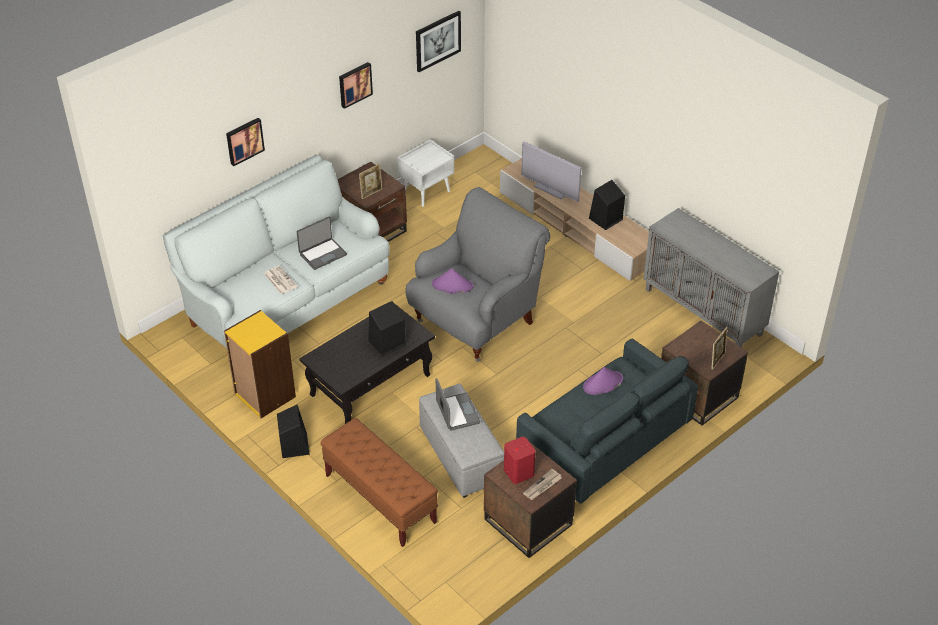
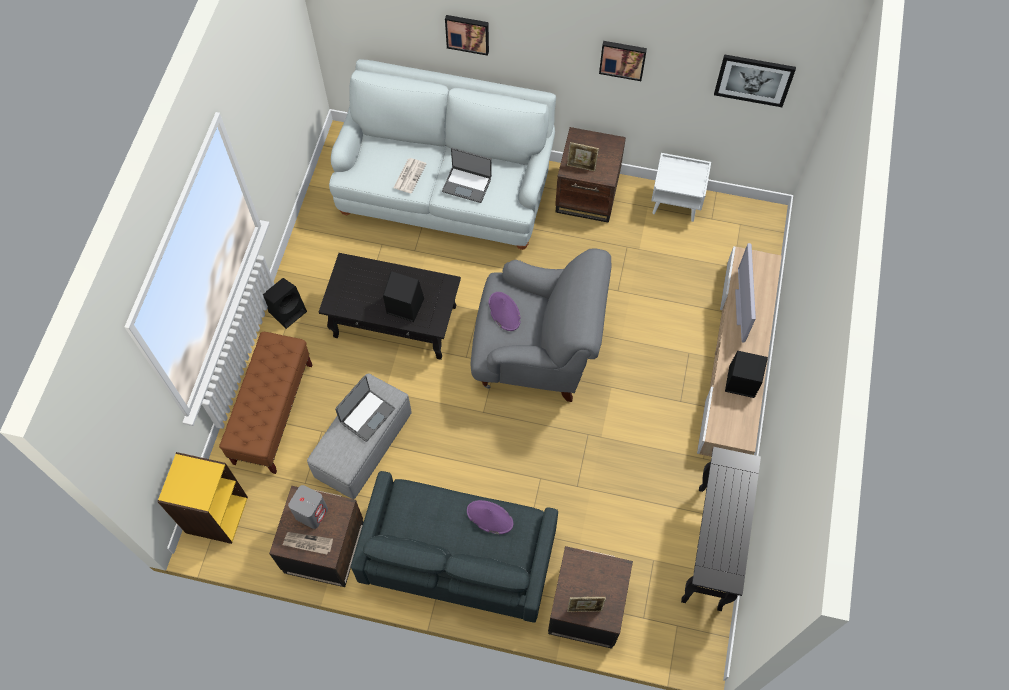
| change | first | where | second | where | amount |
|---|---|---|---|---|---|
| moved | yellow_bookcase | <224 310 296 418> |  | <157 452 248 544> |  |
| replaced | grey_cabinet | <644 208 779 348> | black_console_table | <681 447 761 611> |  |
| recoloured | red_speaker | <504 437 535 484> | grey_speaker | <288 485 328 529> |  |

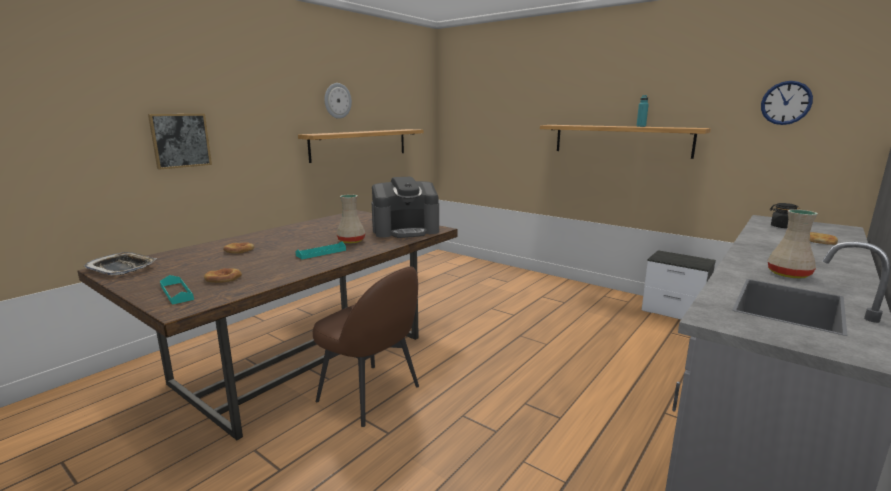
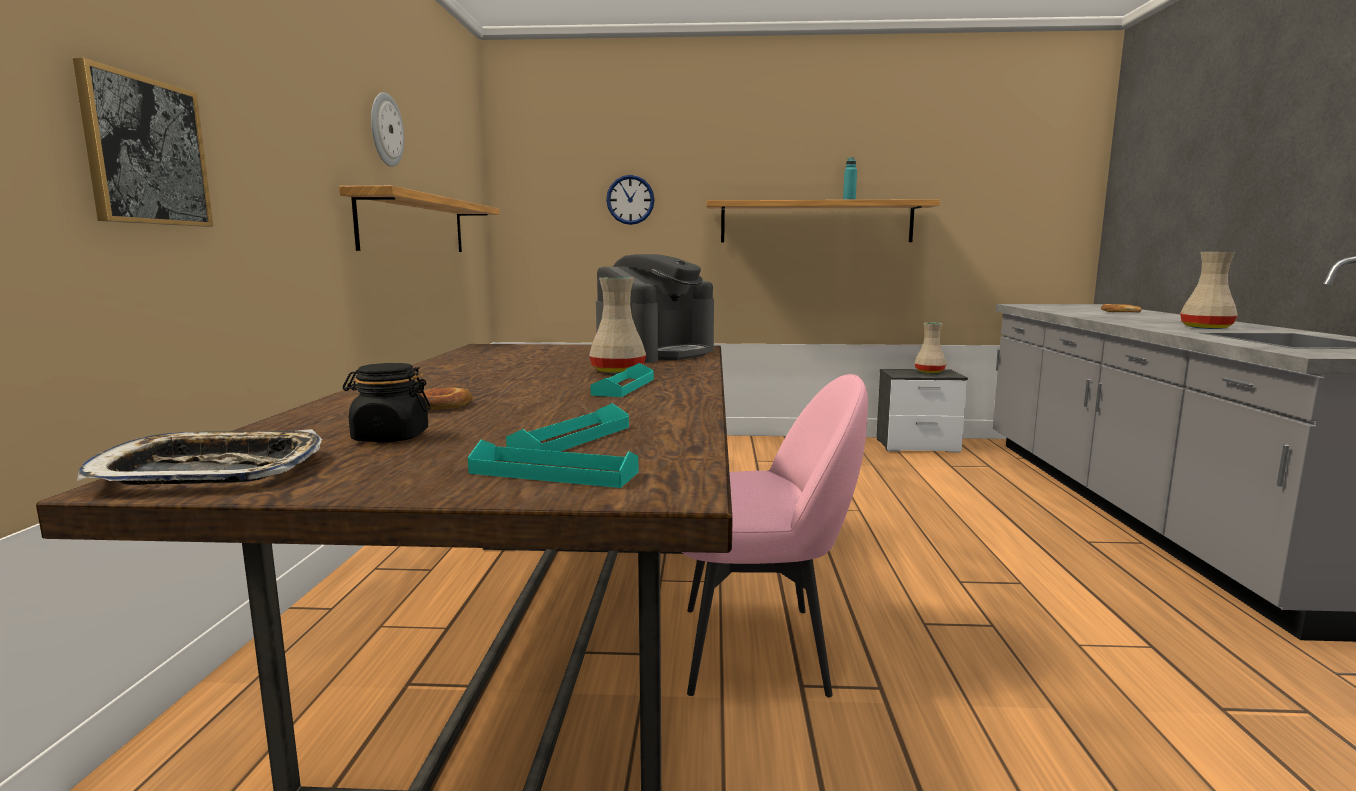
| change | first | where | second | where | amount |
|---|---|---|---|---|---|
| added |  |  | beige_vase | <914 322 946 373> |  |
| moved | wall_clock | <761 81 813 125> |  | <606 175 654 225> |  |
| moved | black_jar | <770 203 800 228> |  | <343 363 431 443> |  |
| replaced | bread | <204 268 242 283> | turquoise_tray | <506 403 629 452> |  |
| recoloured | brown_chair | <313 267 419 427> | pink_chair | <682 374 868 697> |  |

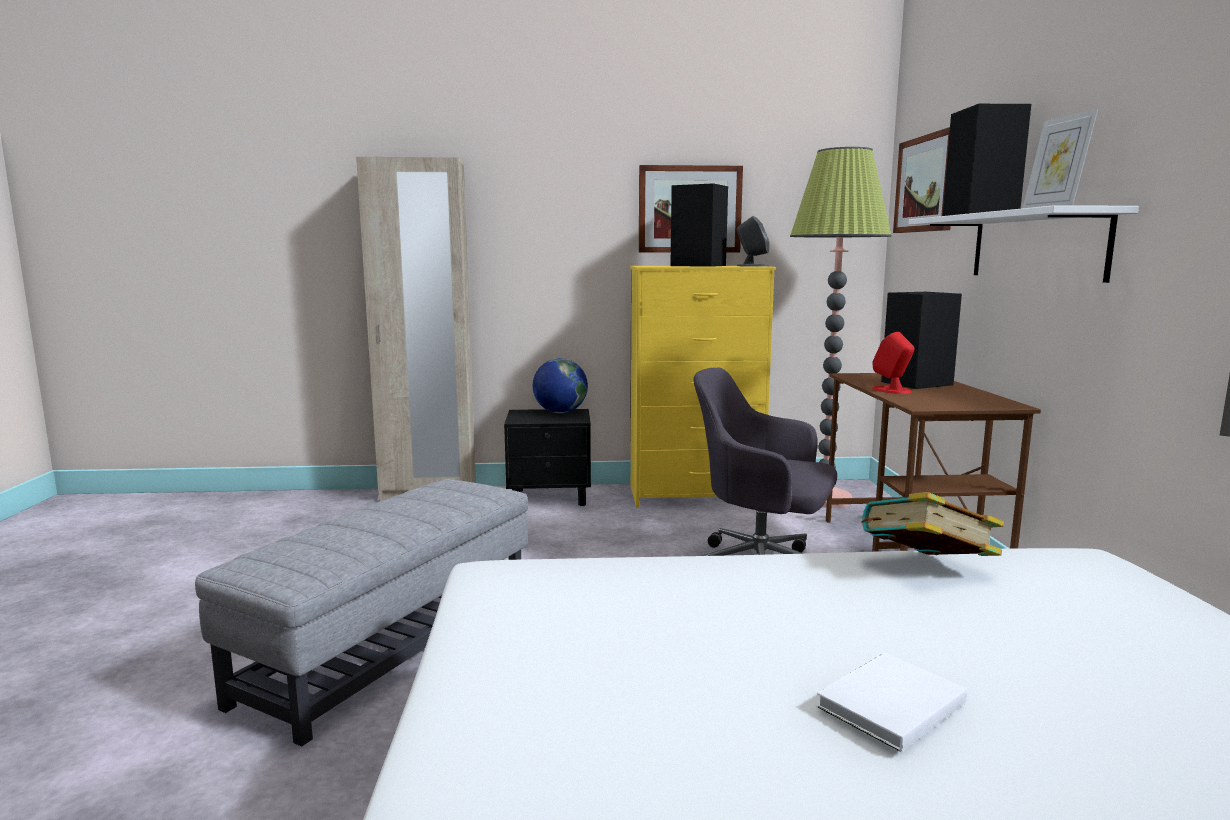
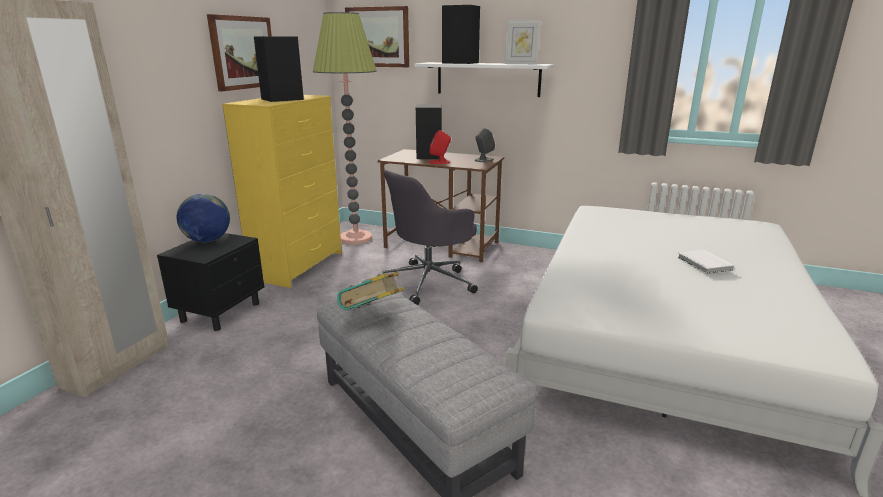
| change | first | where | second | where | amount |
|---|---|---|---|---|---|
| moved | grey_speaker | <737 216 770 267> |  | <475 128 495 162> |  |
| moved | book | <861 492 1004 556> |  | <337 272 404 311> |  |

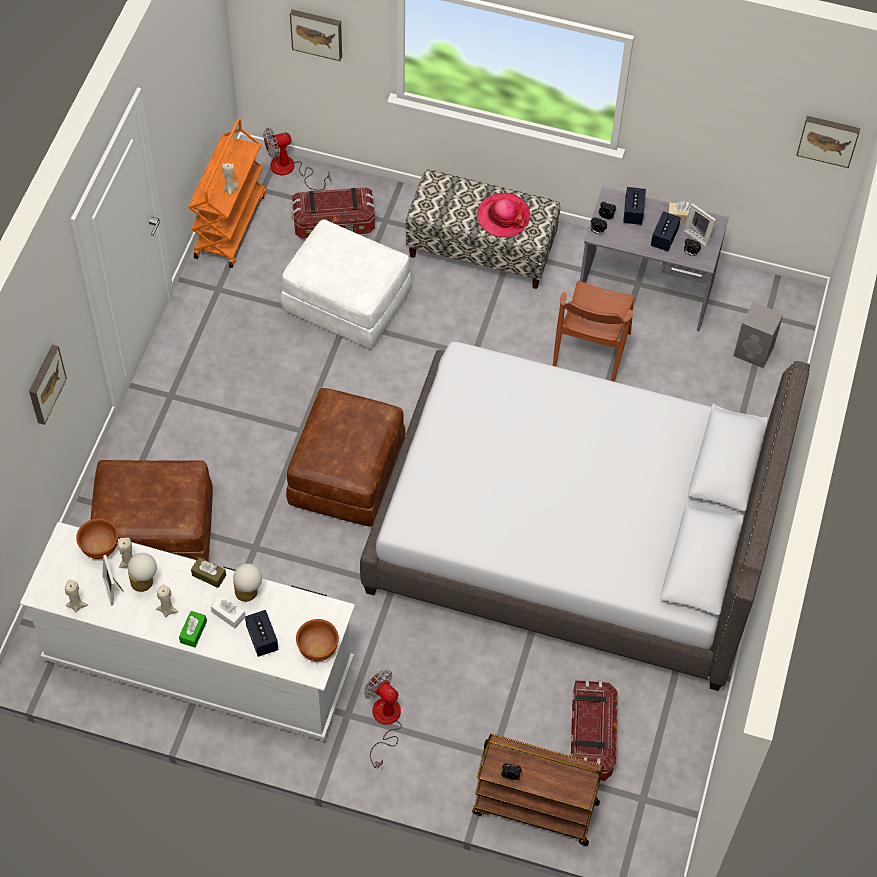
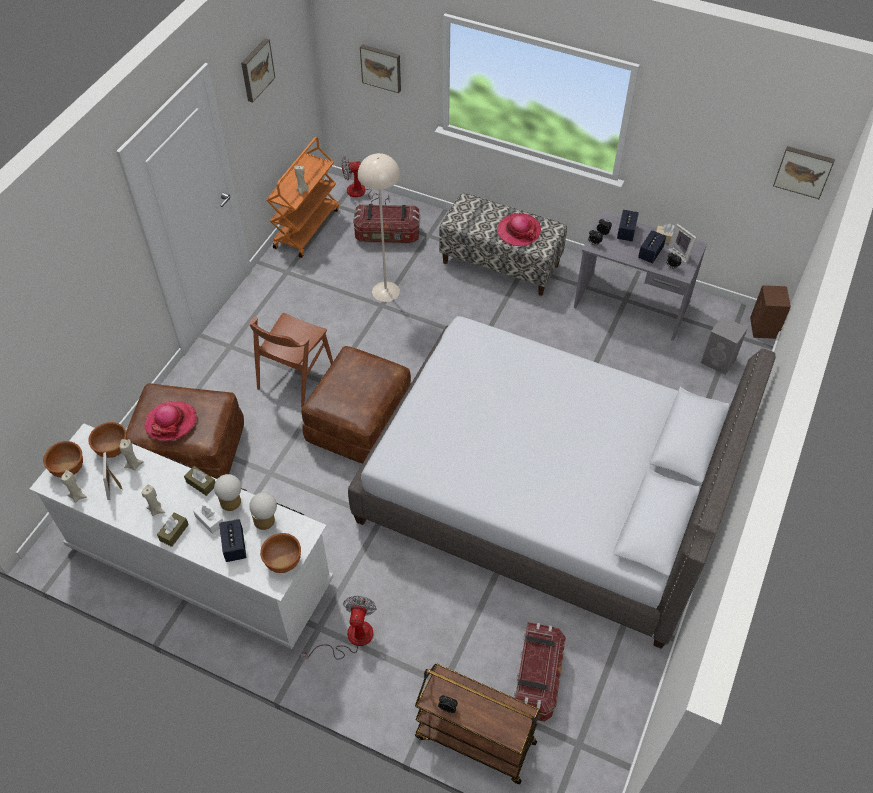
| change | first | where | second | where | amount |
|---|---|---|---|---|---|
| added |  |  | brown_bowl | <43 441 83 478> |  |
| added |  |  | hat | <144 401 197 441> |  |
| added |  |  | brown_speaker | <750 285 791 339> |  |
| moved | picture | <29 345 67 425> |  | <241 38 275 102> |  |
| moved | table_lamp | <128 553 157 592> |  | <249 492 277 530> |  |
| moved | brown_chair | <553 281 635 382> |  | <250 313 333 407> |  |
| replaced | white_ottoman | <281 219 412 349> | beige_floor_lamp | <358 153 400 302> |  |
| recoloured | green_tissue_box | <179 611 207 647> | brown_tissue_box | <157 513 189 547> |  |
| turned | fan | <364 670 402 769> |  | <300 596 377 660> | 45 degrees clockwise |

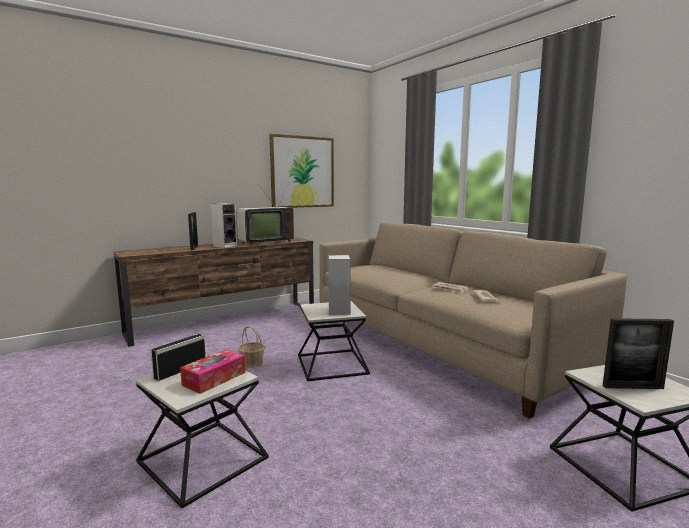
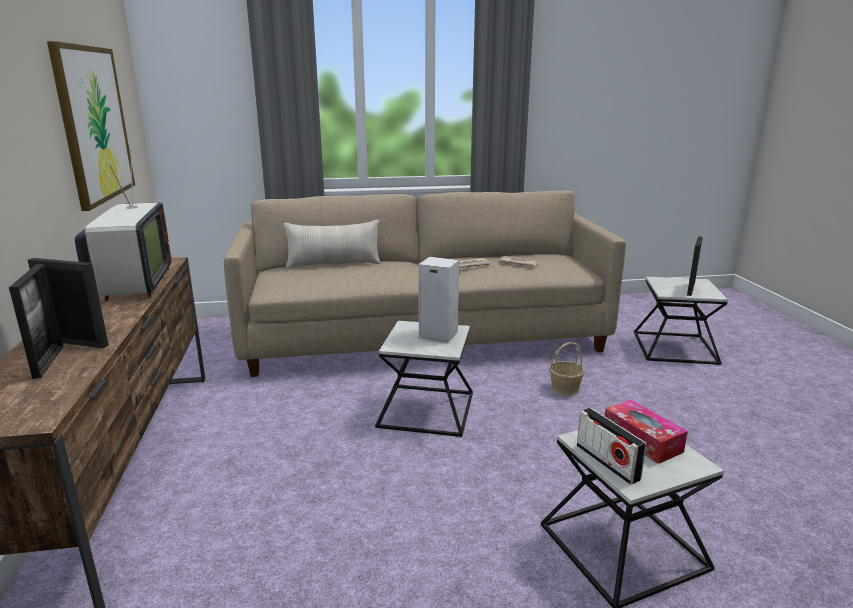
| change | first | where | second | where | amount |
|---|---|---|---|---|---|
| removed | speaker | <211 203 238 248> |  |  |  |
| added |  |  | picture_frame | <9 264 63 379> |  |
| added |  |  | beige_pillow | <283 220 381 268> |  |
| moved | basket | <238 326 265 368> |  | <549 342 585 396> |  |

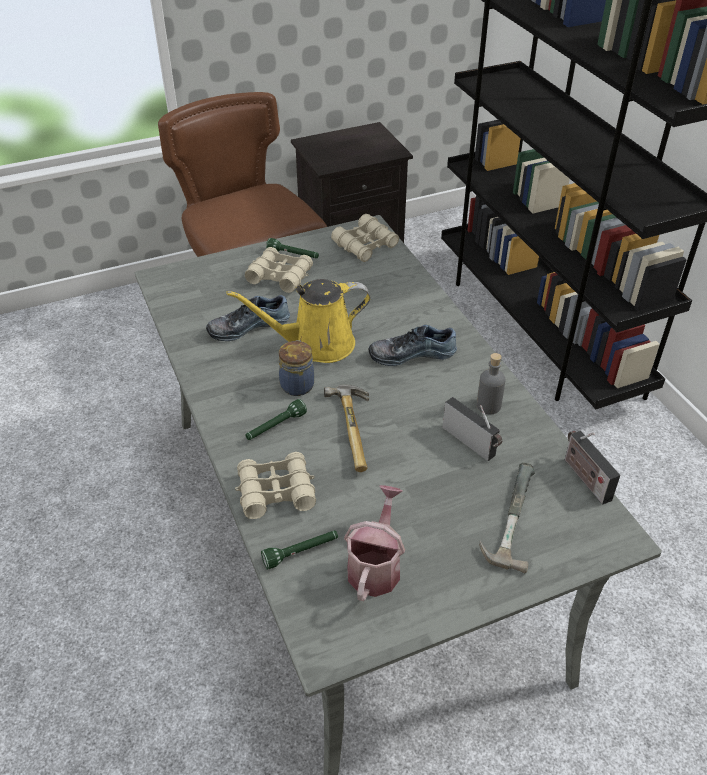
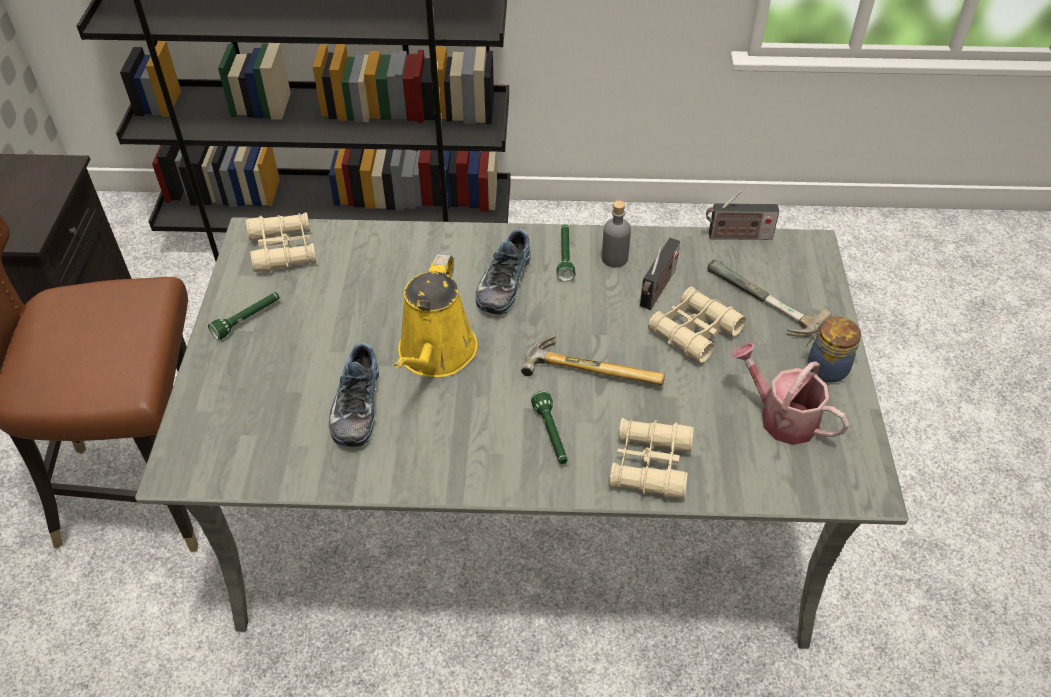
| change | first | where | second | where | amount |
|---|---|---|---|---|---|
| moved | beige_binoculars | <245 247 313 293> |  | <648 287 746 363> |  |
| moved | green_flashlight | <261 531 338 569> |  | <557 224 575 282> |  |
| moved | jar | <279 340 314 396> |  | <806 317 861 383> |  |
| turned | radio | <443 397 502 461> |  | <640 237 680 310> | 135 degrees clockwise |

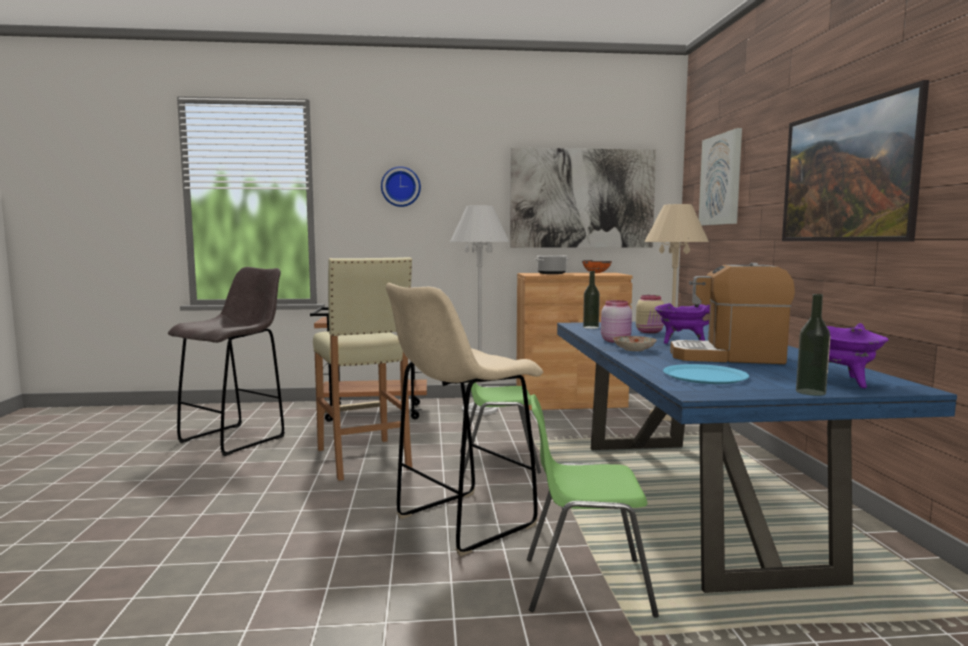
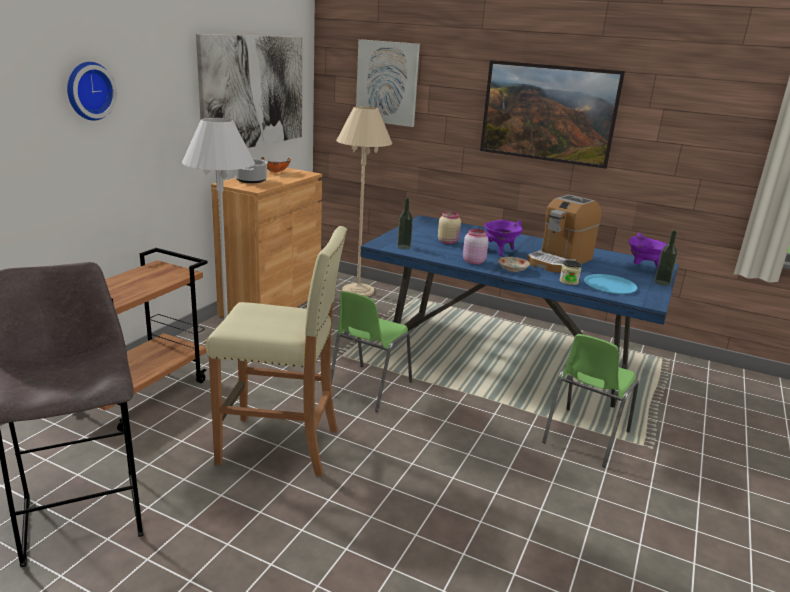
| change | first | where | second | where | amount |
|---|---|---|---|---|---|
| removed | beige_stool | <386 283 543 556> |  |  |  |
| added |  |  | jar | <560 260 581 285> |  |

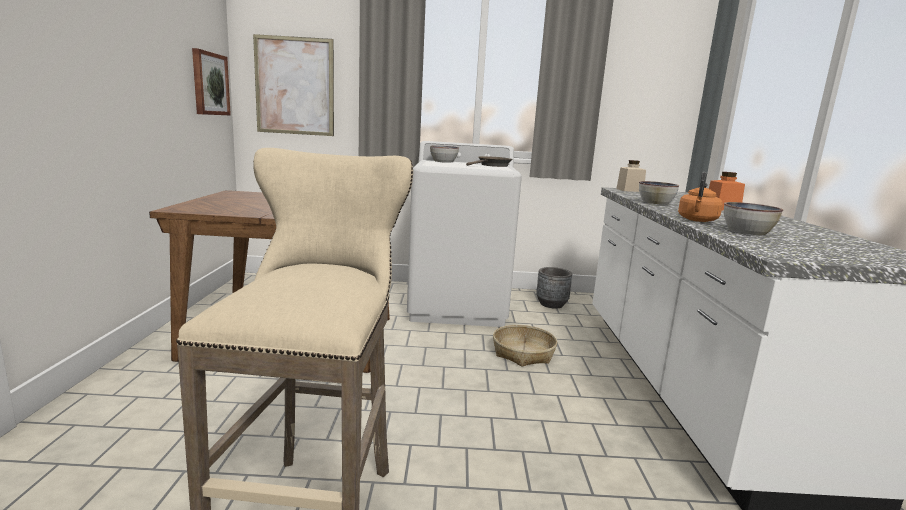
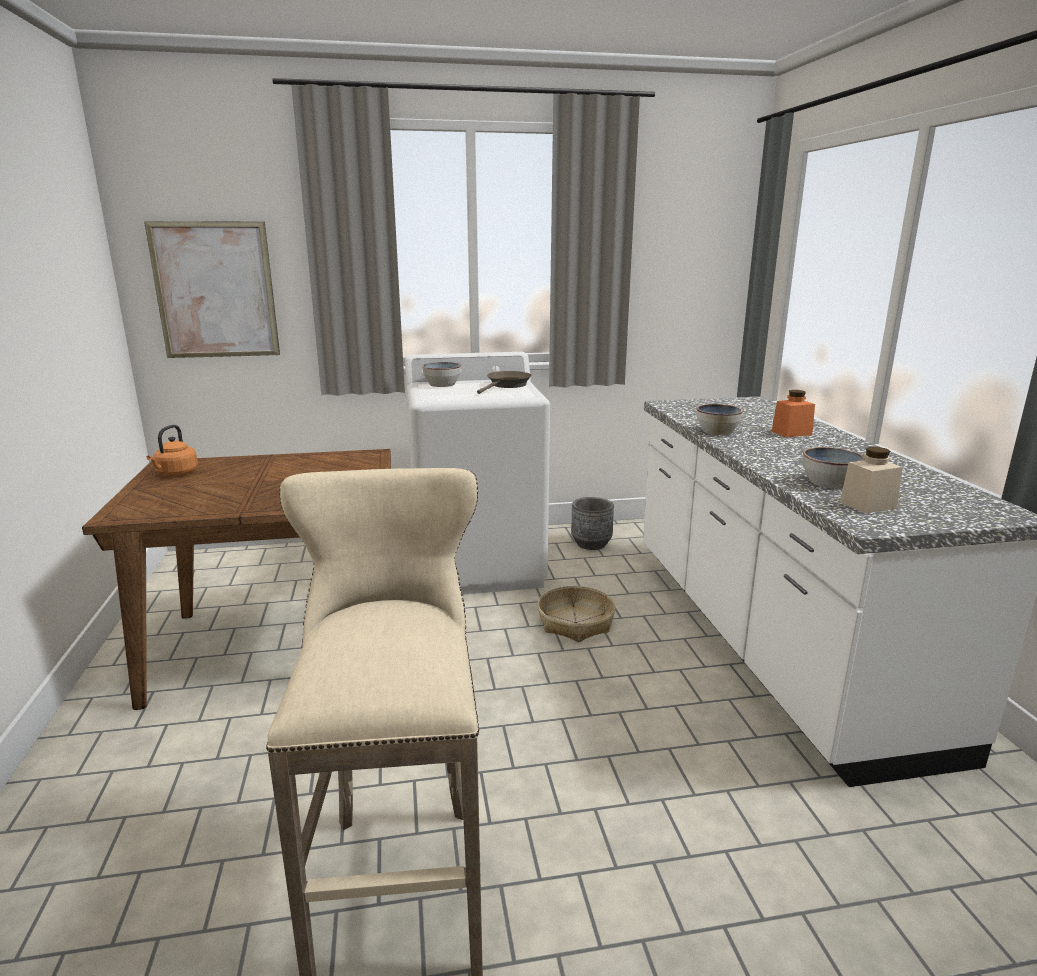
| change | first | where | second | where | amount |
|---|---|---|---|---|---|
| removed | picture | <192 48 231 116> |  |  |  |
| moved | beige_jar | <616 160 646 192> |  | <840 447 903 513> |  |
| moved | orange_kettle | <678 172 723 222> |  | <147 425 198 476> |  |

